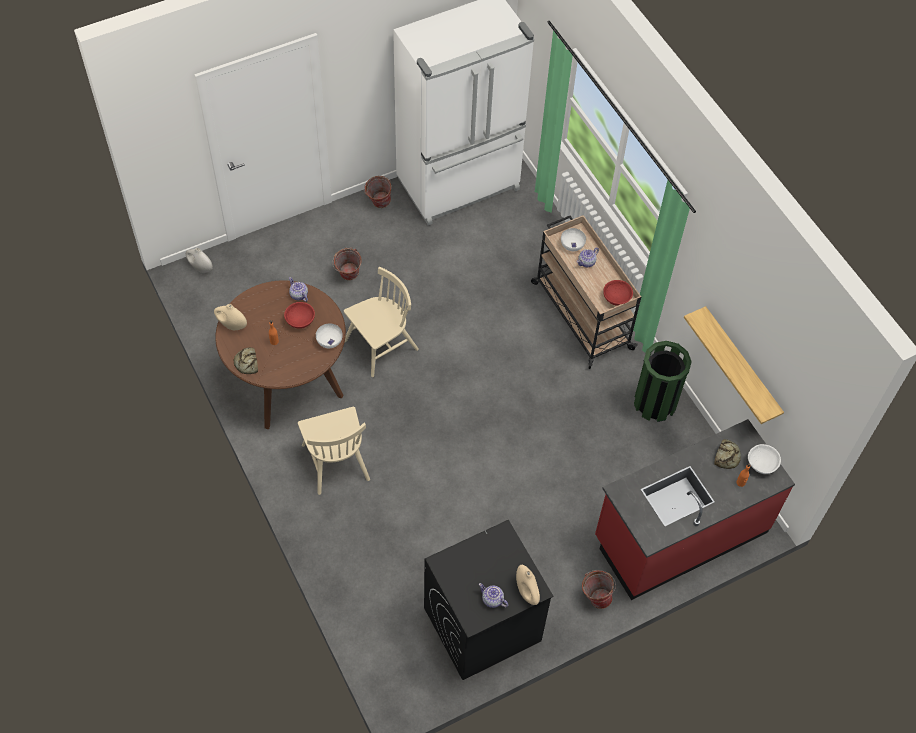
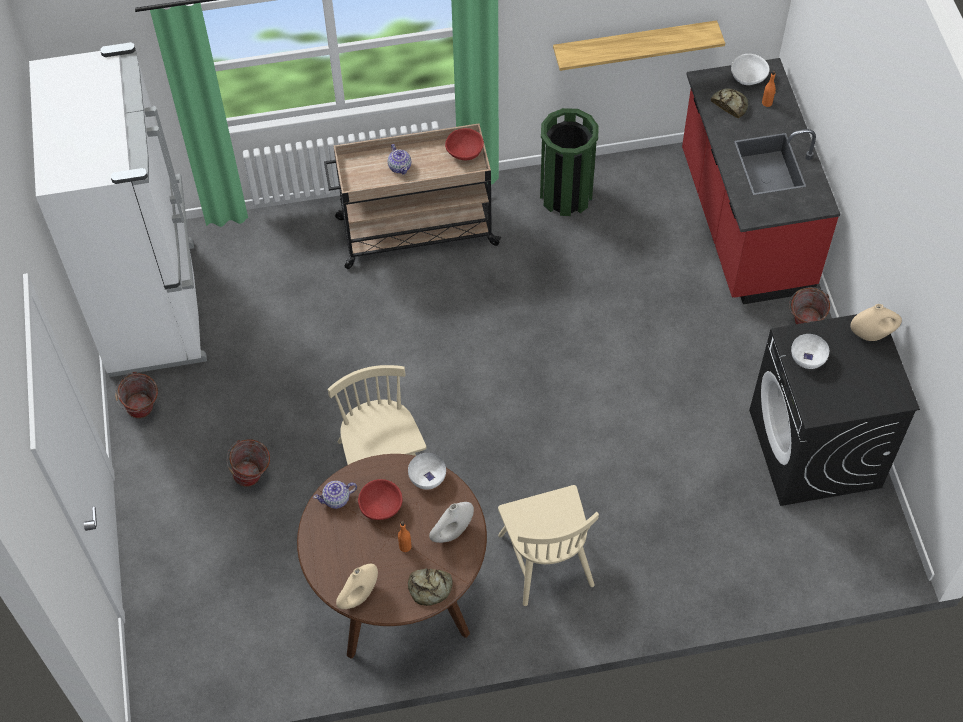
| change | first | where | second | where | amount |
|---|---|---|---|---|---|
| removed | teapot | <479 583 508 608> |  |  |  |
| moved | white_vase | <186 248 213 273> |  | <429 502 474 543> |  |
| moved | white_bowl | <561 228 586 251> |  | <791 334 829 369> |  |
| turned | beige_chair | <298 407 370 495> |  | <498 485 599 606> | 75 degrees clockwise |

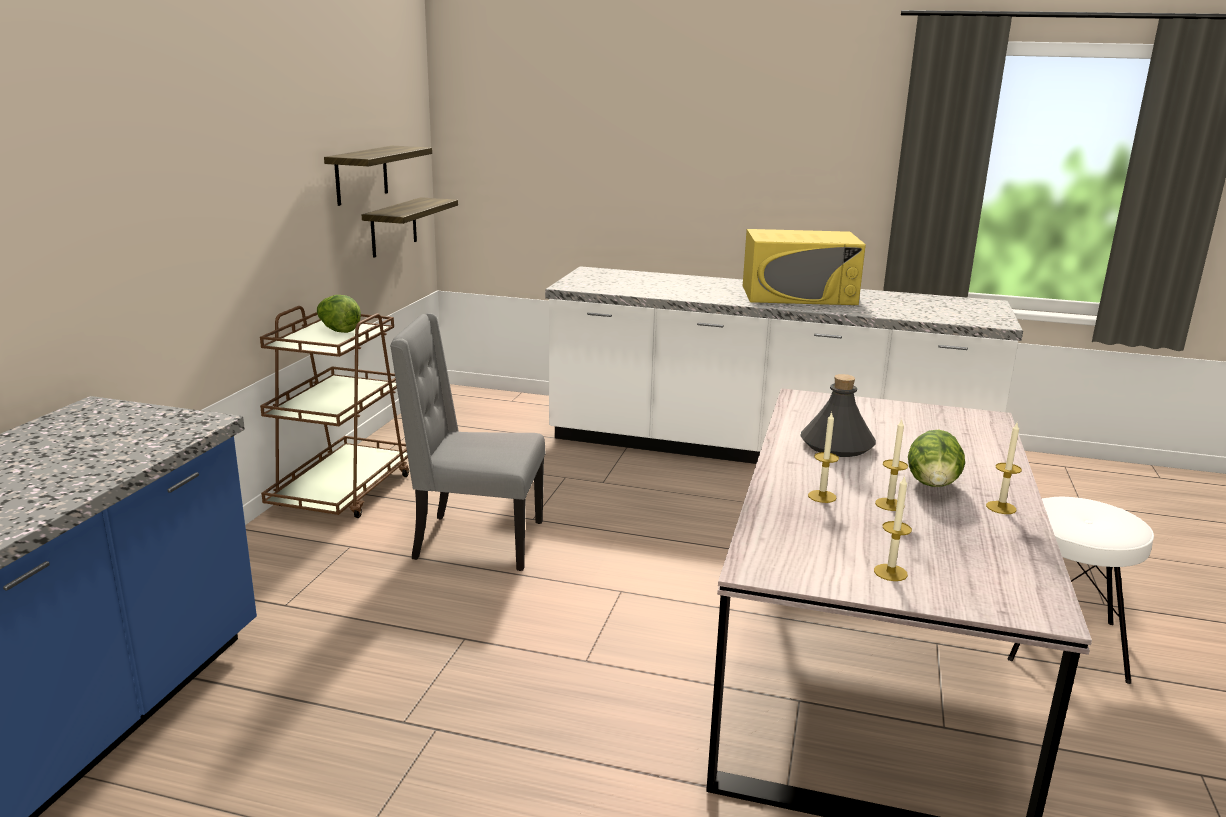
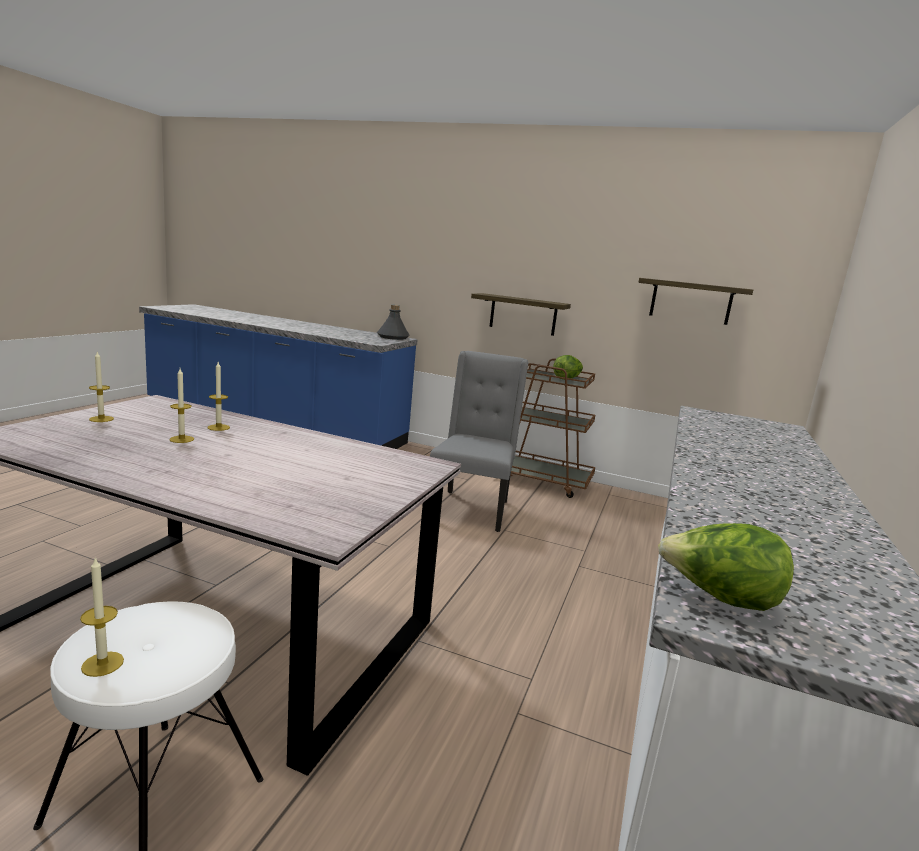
| change | first | where | second | where | amount |
|---|---|---|---|---|---|
| removed | yellow_microwave | <743 229 866 305> |  |  |  |
| moved | shelf | <362 197 458 258> |  | <471 293 571 336> |  |
| moved | grey_bottle | <800 374 876 457> |  | <377 305 410 340> |  |
| moved | lettuce | <908 429 965 487> |  | <658 523 794 611> |  |
| moved | candle | <986 421 1022 514> |  | <80 558 124 677> |  |

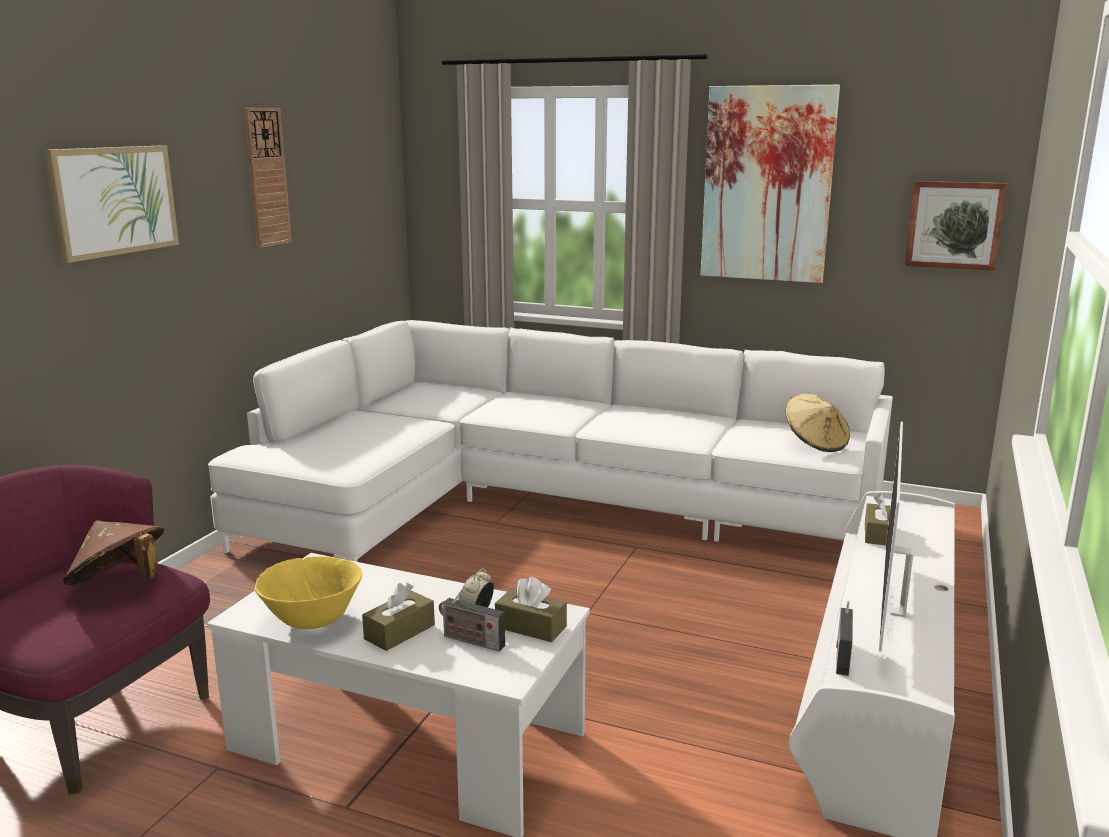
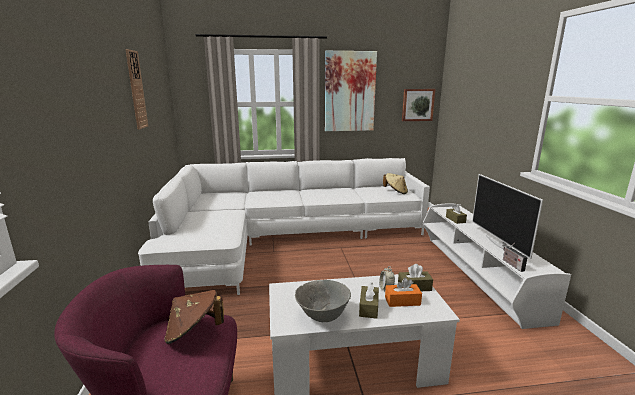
| change | first | where | second | where | amount |
|---|---|---|---|---|---|
| removed | picture | <44 146 179 263> |  |  |  |
| replaced | radio | <439 586 505 652> | orange_tissue_box | <385 278 422 307> |  |
| recoloured | yellow_bowl | <254 557 362 629> | grey_bowl | <295 280 351 322> |  |

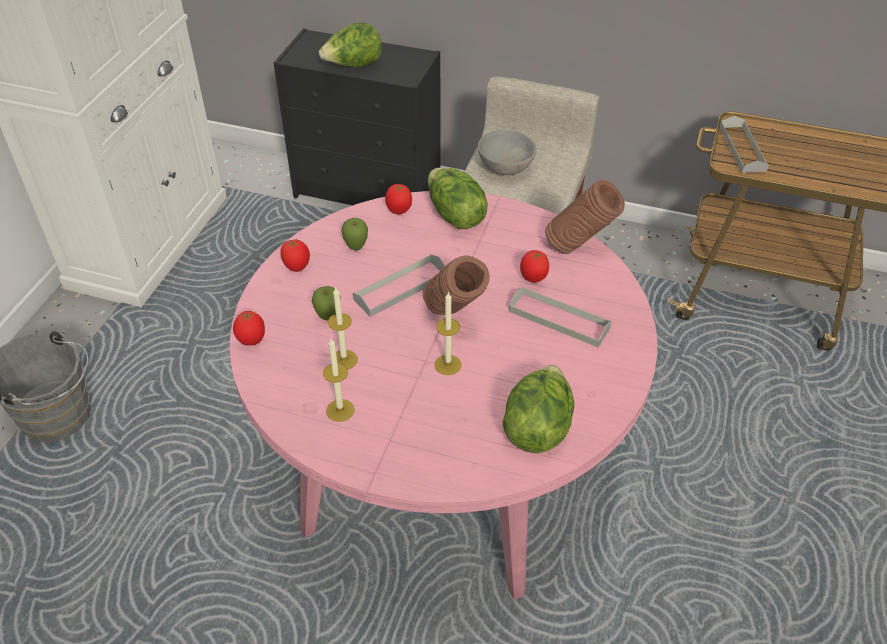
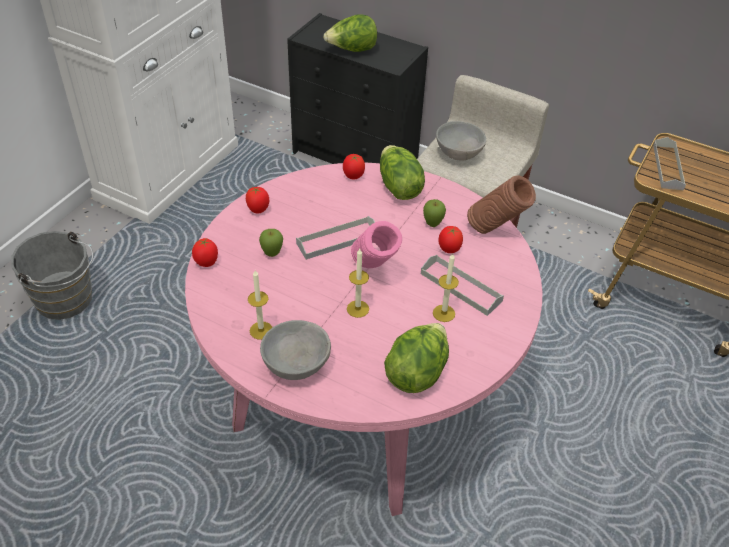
| change | first | where | second | where | amount |
|---|---|---|---|---|---|
| added |  |  | grey_bowl | <260 320 331 380> |  |
| moved | candle | <328 288 358 369> |  | <433 253 459 322> |  |
| moved | apple | <341 218 368 251> |  | <423 199 446 227> |  |
| recoloured | brown_vase | <423 255 490 315> | pink_vase | <351 221 402 268> |  |

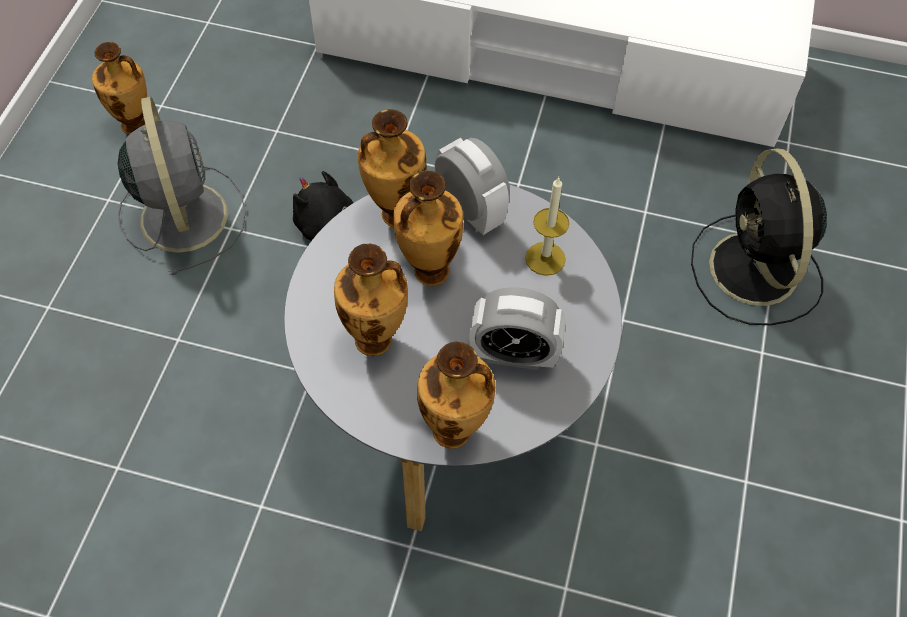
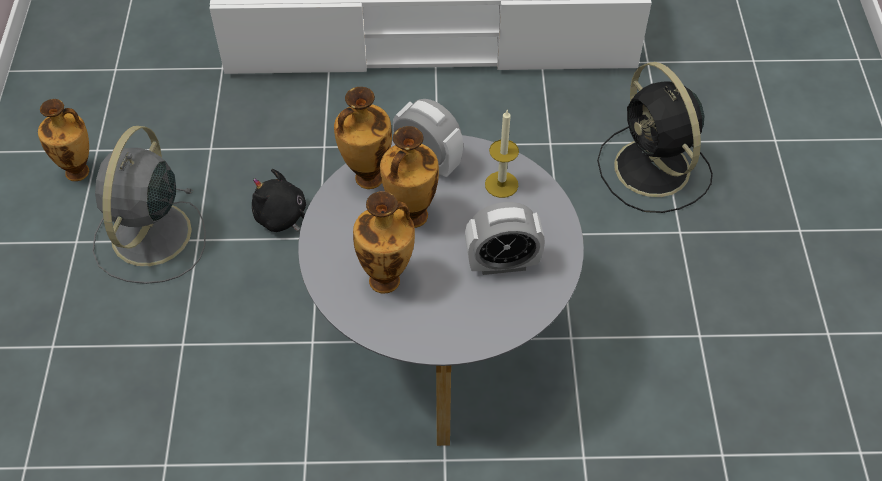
| change | first | where | second | where | amount |
|---|---|---|---|---|---|
| removed | vase | <417 342 496 449> |  |  |  |
| turned | grey_fan | <117 97 246 275> |  | <92 126 206 284> | 135 degrees counterclockwise |

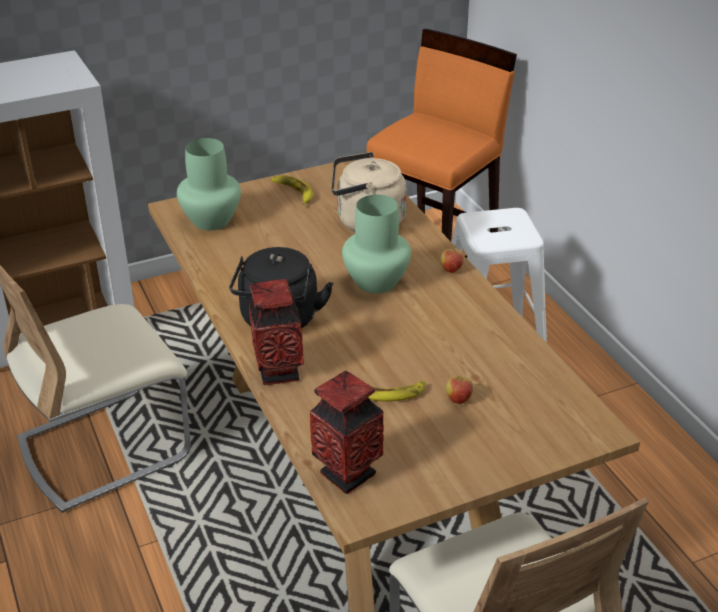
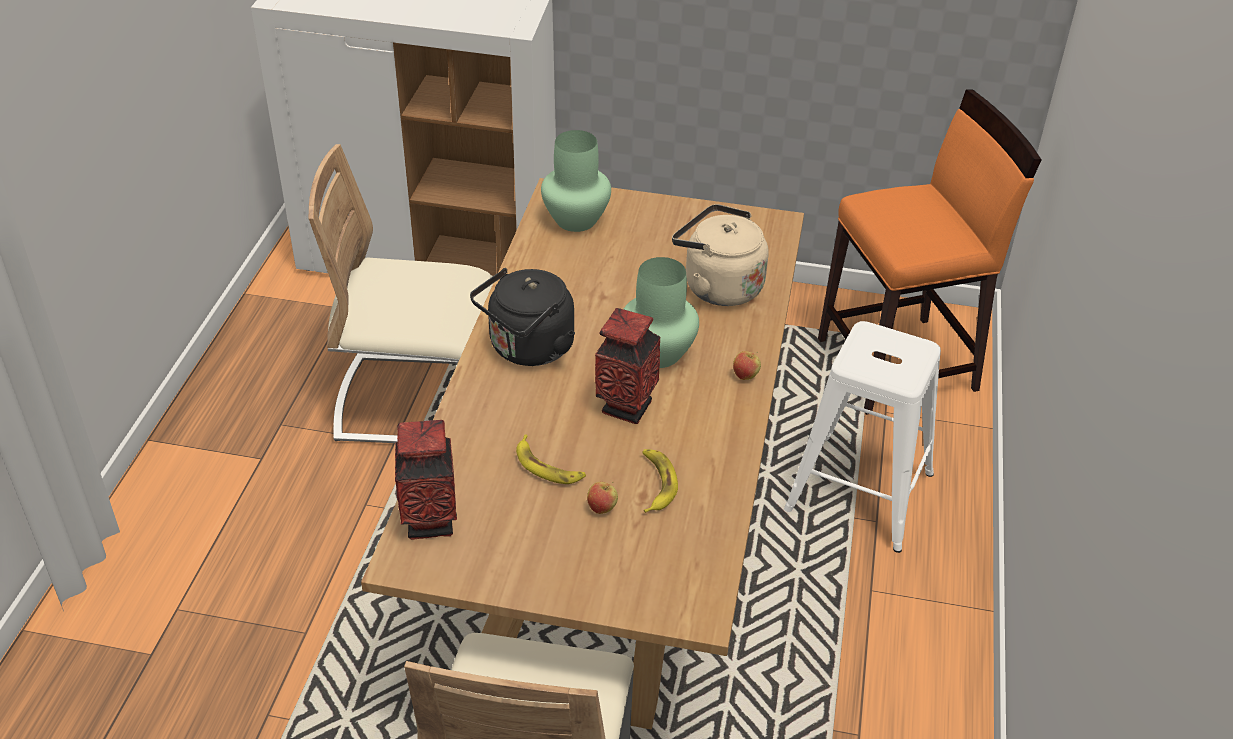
| change | first | where | second | where | amount |
|---|---|---|---|---|---|
| moved | vase | <249 279 304 385> |  | <595 308 660 424> |  |
| moved | banana | <271 175 313 205> |  | <642 449 678 513> |  |

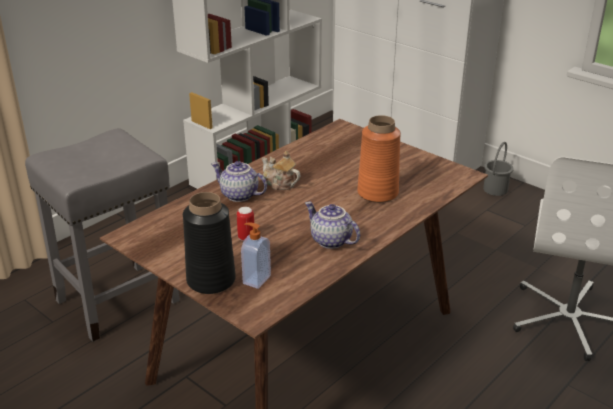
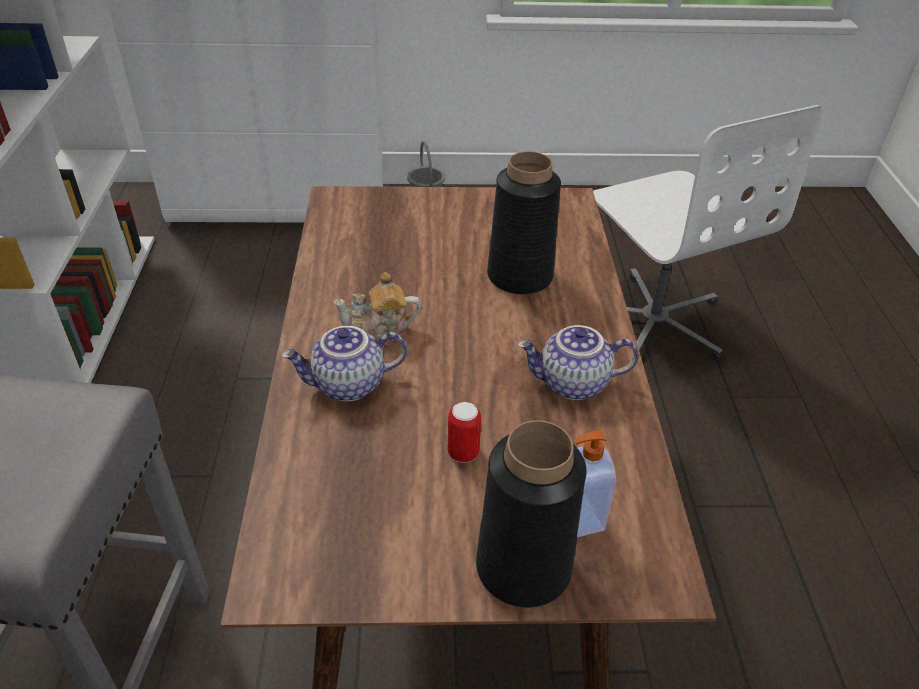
| change | first | where | second | where | amount |
|---|---|---|---|---|---|
| recoloured | orange_vase | <357 115 401 203> | black_vase | <487 151 561 295> |  |

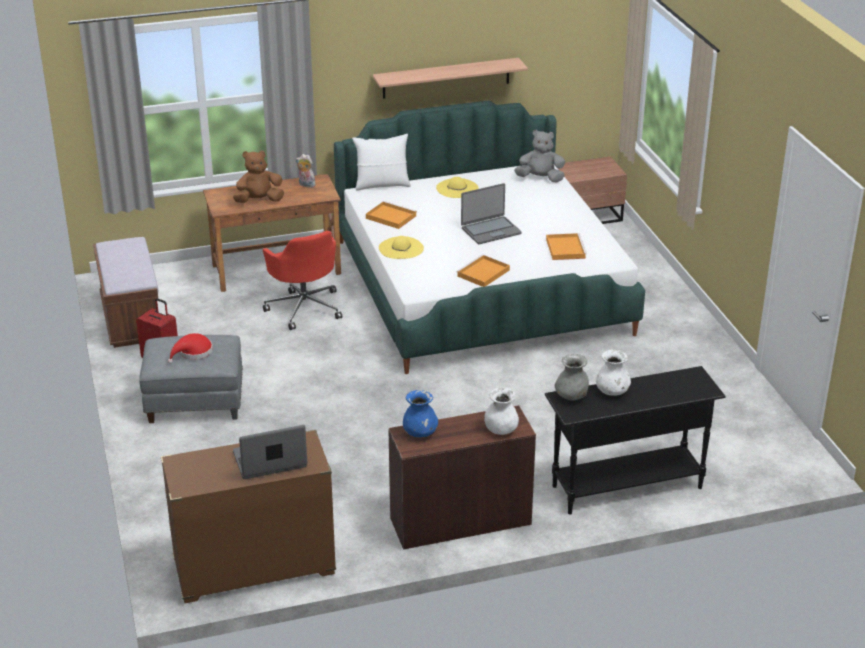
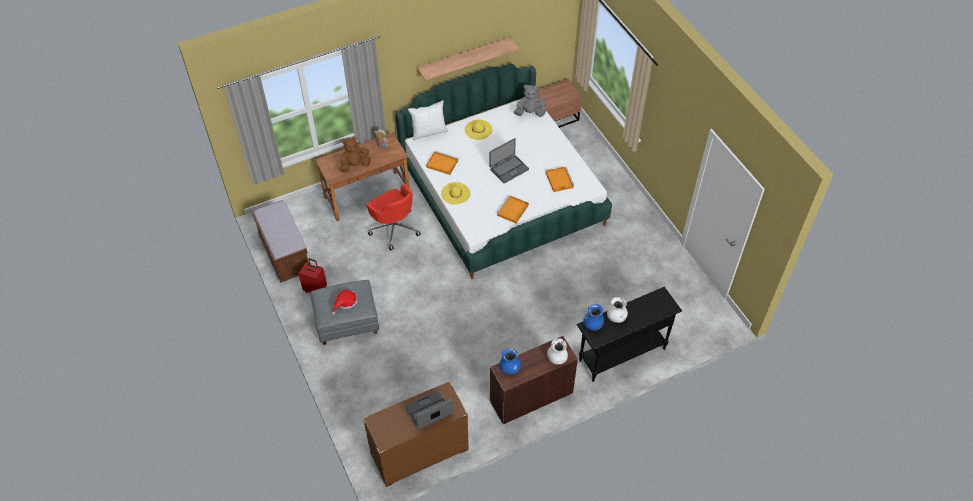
| change | first | where | second | where | amount |
|---|---|---|---|---|---|
| recoloured | grey_vase | <555 354 589 400> | blue_vase | <583 304 604 331> |  |

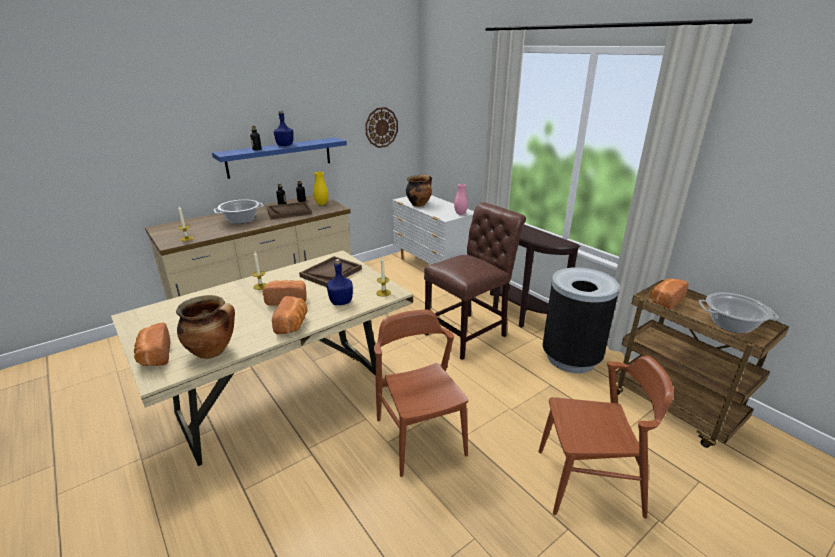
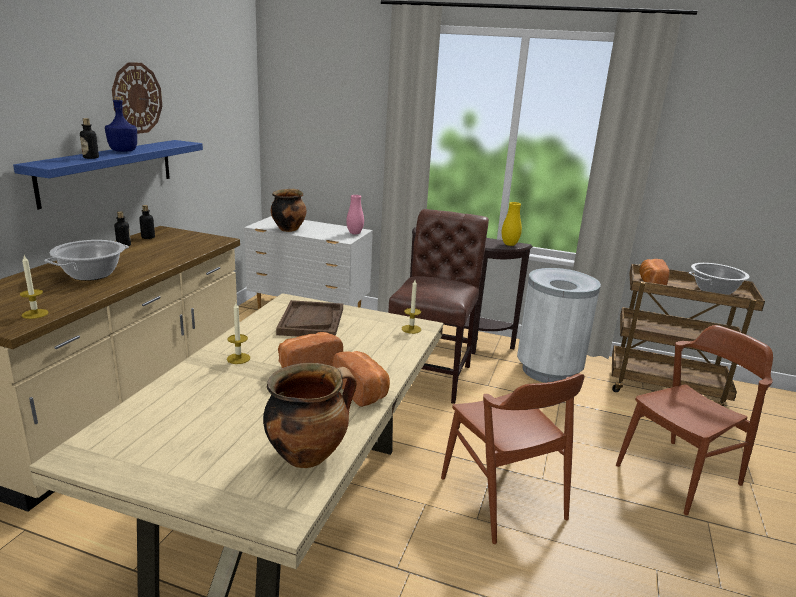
| change | first | where | second | where | amount |
|---|---|---|---|---|---|
| removed | bread | <134 323 170 366> |  |  |  |
| removed | brown_tray | <266 202 312 219> |  |  |  |
| removed | blue_bottle | <327 259 353 305> |  |  |  |
| moved | yellow_vase | <313 172 328 205> |  | <502 202 522 246> |  |
| moved | wall_clock | <365 107 398 148> |  | <112 62 162 134> |  |
| recoloured | black_trash_can | <542 267 620 373> | white_trash_can | <517 268 601 383> |  |
| turned | brown_chair | <374 310 468 477> |  | <441 374 584 544> | 150 degrees counterclockwise |

